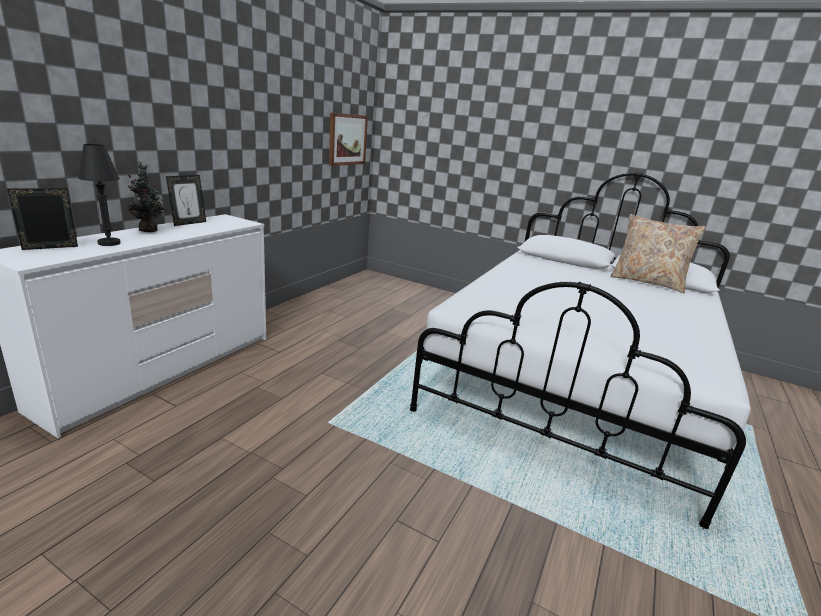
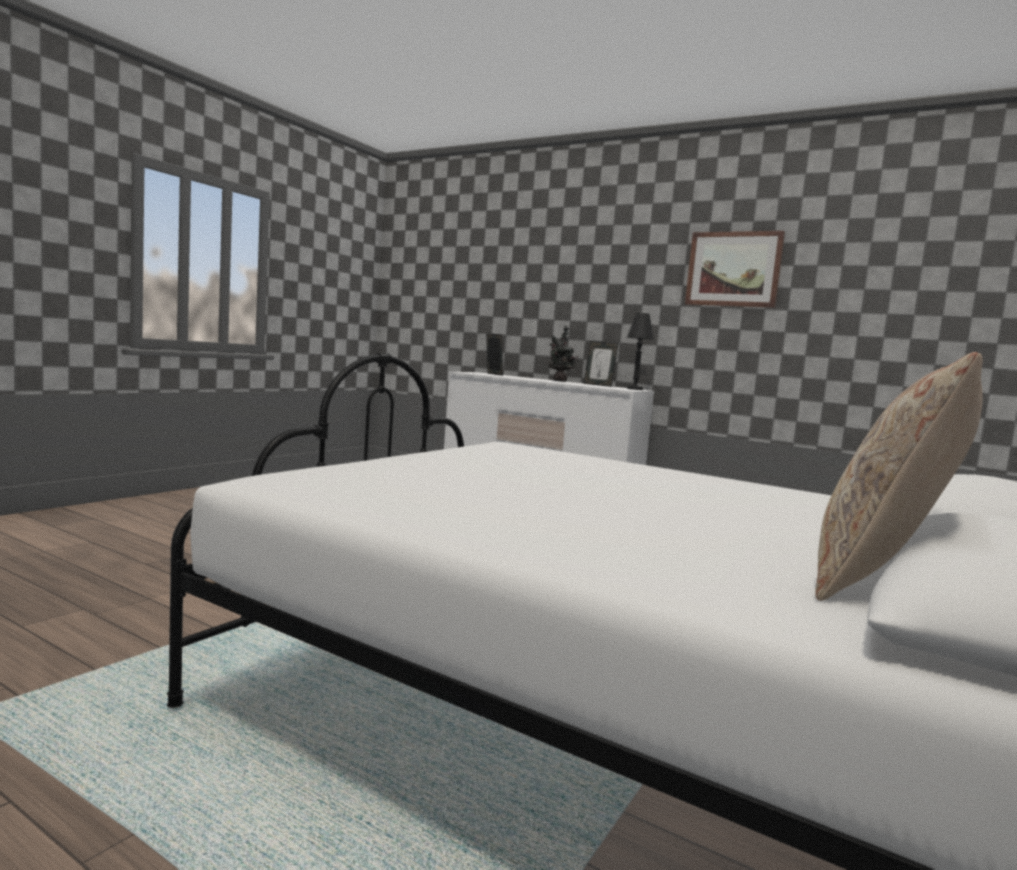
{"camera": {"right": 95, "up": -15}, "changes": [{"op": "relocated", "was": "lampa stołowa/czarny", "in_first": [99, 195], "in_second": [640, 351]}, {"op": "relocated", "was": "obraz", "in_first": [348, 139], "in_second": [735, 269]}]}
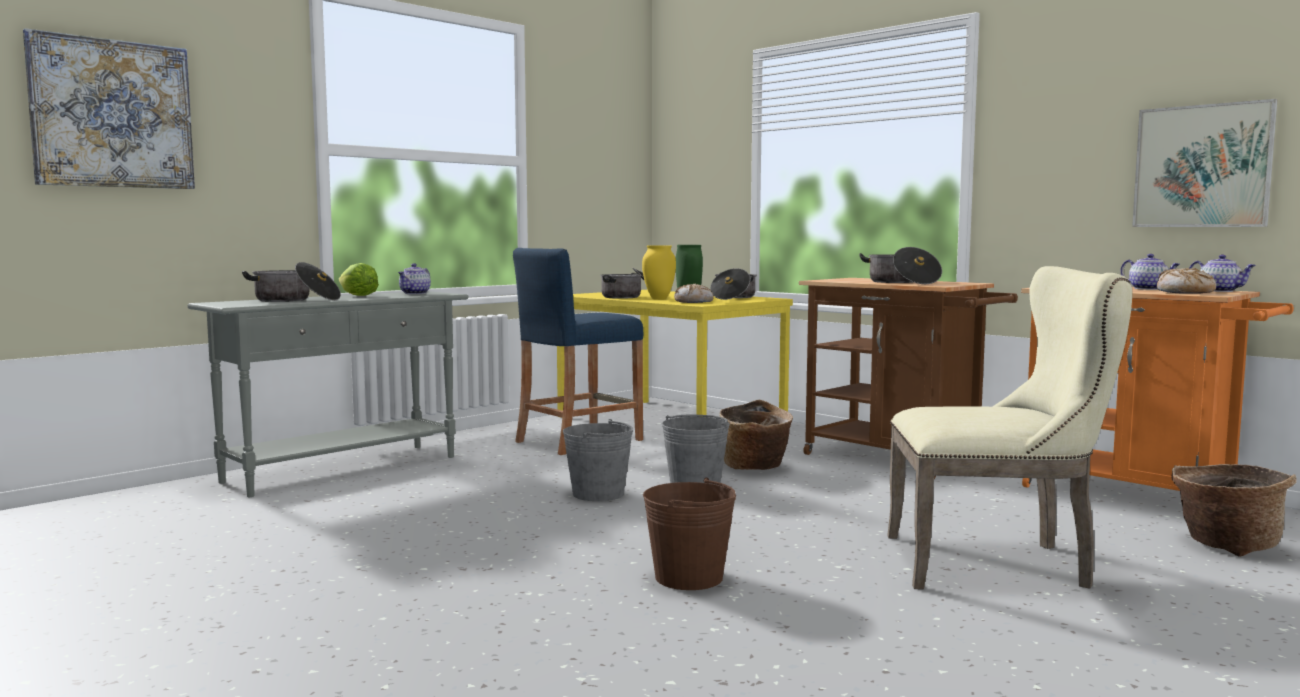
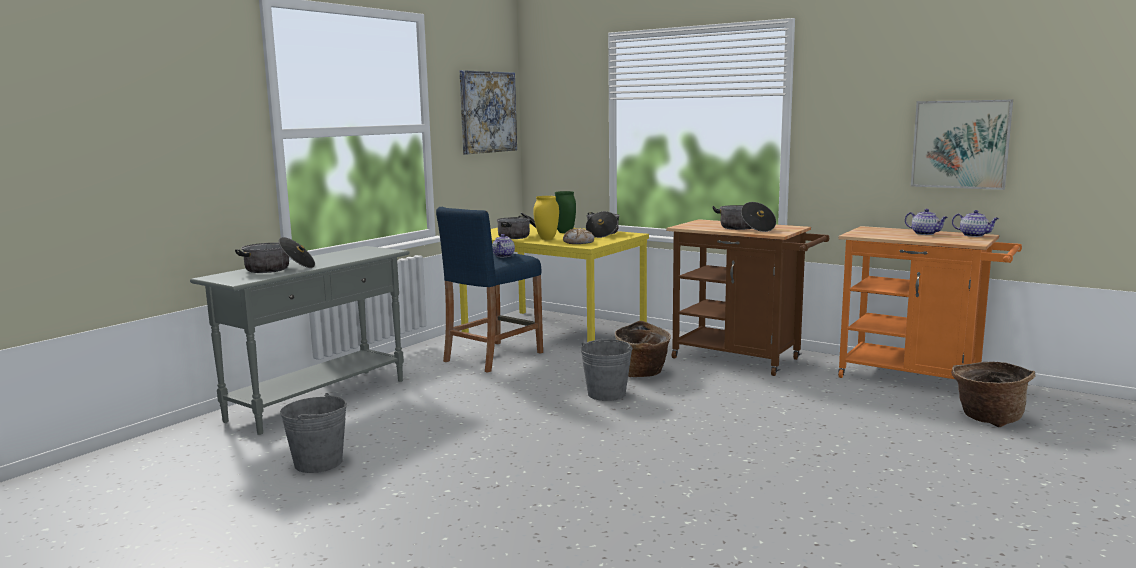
{"camera": {"right": -10, "up": 5}, "changes": [{"op": "relocated", "was": "obraz", "in_first": [109, 108], "in_second": [488, 112]}, {"op": "missing", "was": "sałata", "in_first": [359, 279]}, {"op": "relocated", "was": "imbryk", "in_first": [414, 278], "in_second": [503, 245]}, {"op": "relocated", "was": "wiadro/szary", "in_first": [598, 460], "in_second": [313, 433]}, {"op": "missing", "was": "wiadro/brązowy", "in_first": [689, 534]}, {"op": "missing", "was": "krzesło/beżowy", "in_first": [1009, 428]}, {"op": "missing", "was": "chleb", "in_first": [1186, 281]}]}
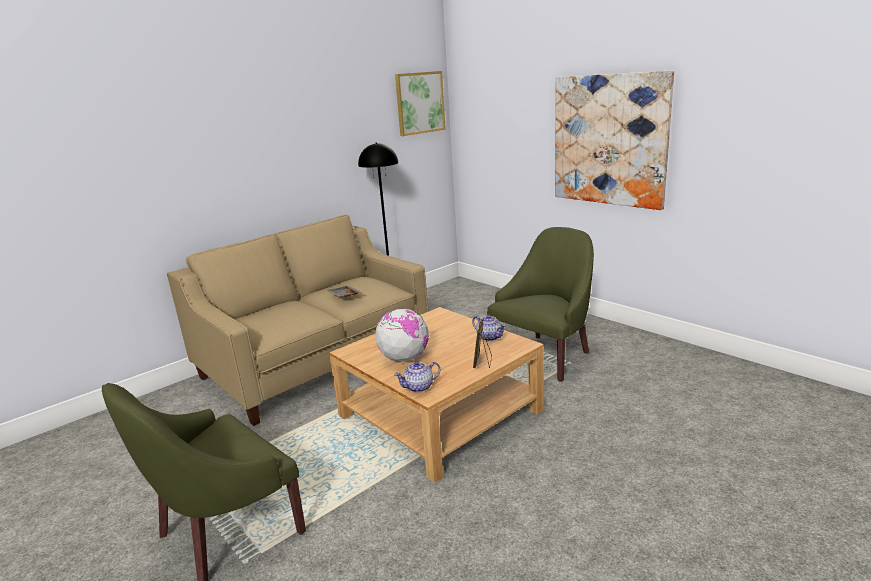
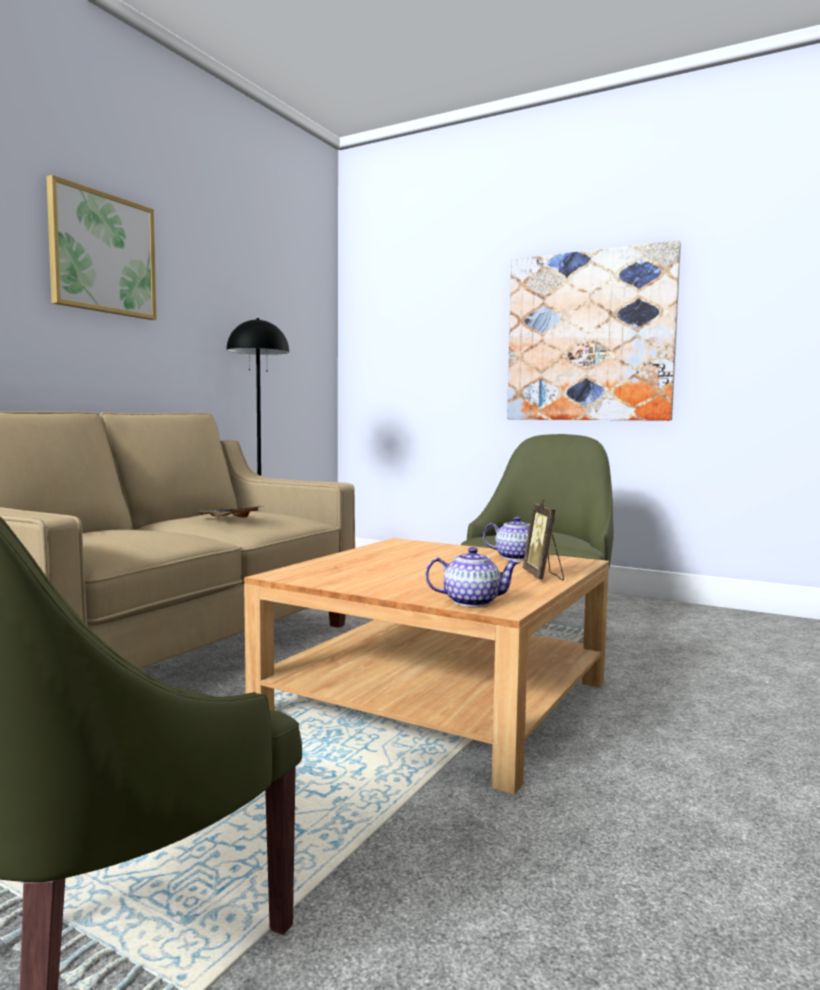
{"camera": {"right": -20, "up": -15}, "changes": [{"op": "missing", "was": "globus", "in_first": [402, 335]}, {"op": "spun", "was": "imbryk", "in_first": [417, 377], "in_second": [473, 577], "clockwise": -135}, {"op": "relocated", "was": "obraz", "in_first": [420, 103], "in_second": [101, 247]}]}
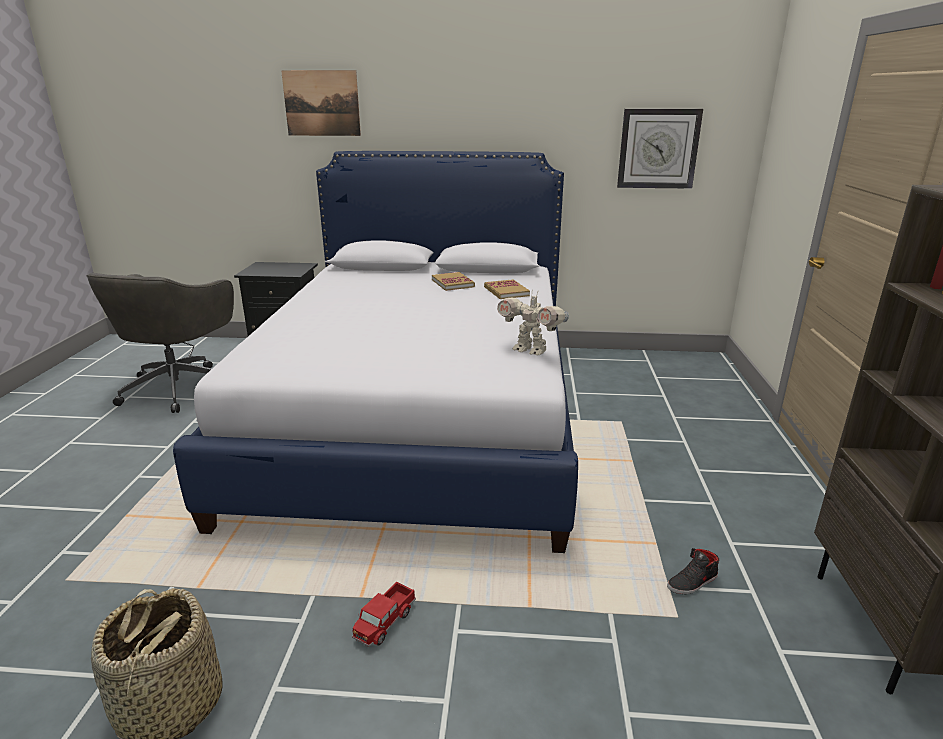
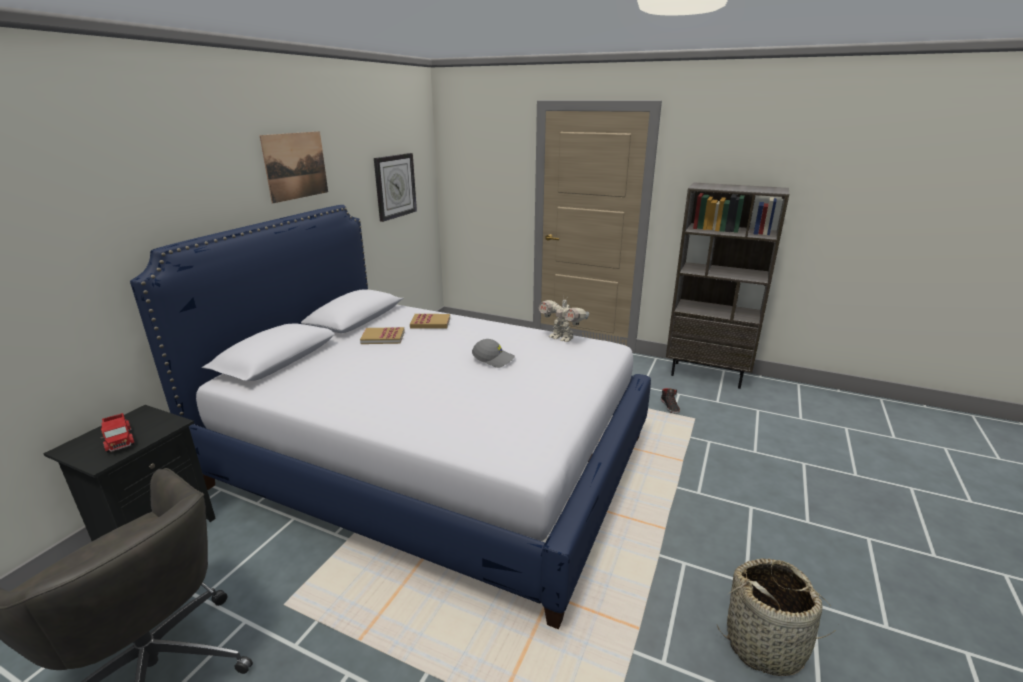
{"camera": {"right": -70, "up": 0}, "changes": [{"op": "relocated", "was": "obraz", "in_first": [321, 103], "in_second": [294, 167]}, {"op": "relocated", "was": "ciężarówka zabawkowa", "in_first": [384, 614], "in_second": [117, 433]}, {"op": "spun", "was": "robot zabawkowy", "in_first": [533, 323], "in_second": [564, 318], "clockwise": 75}, {"op": "appeared", "now": "czapka z daszkiem/szary", "in_second": [493, 353]}]}
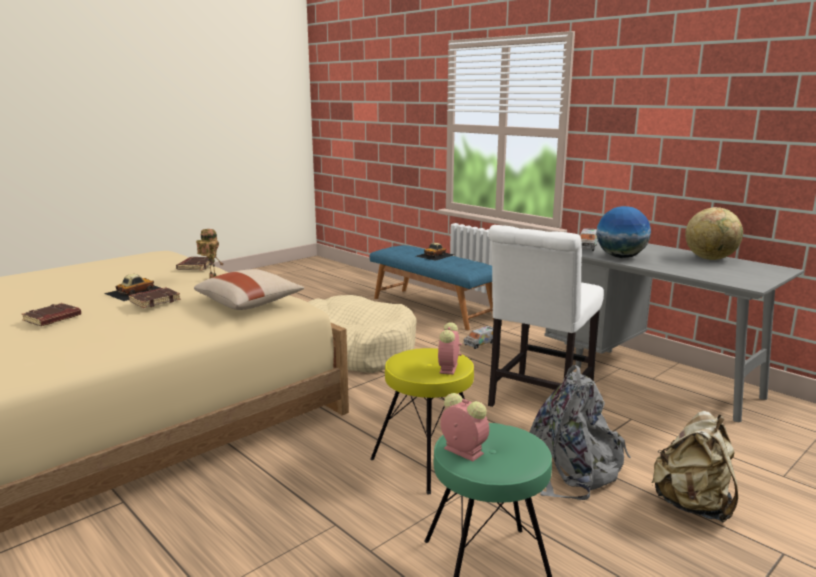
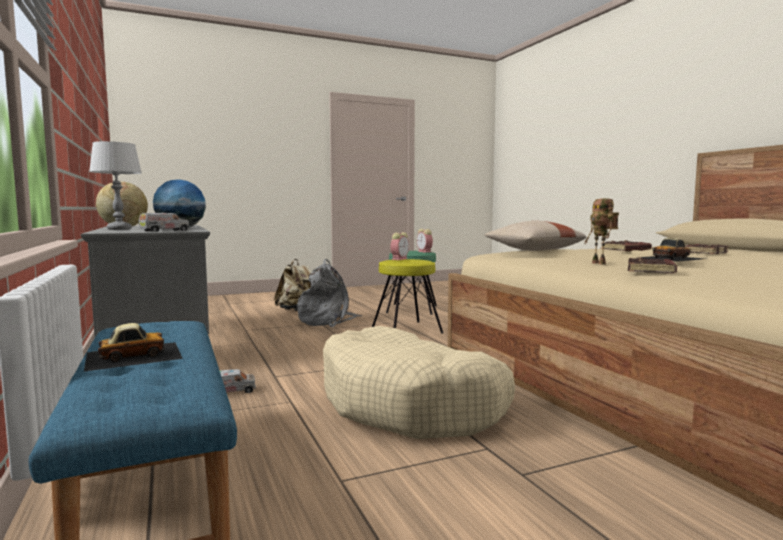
{"camera": {"right": -160, "up": -10}, "changes": [{"op": "missing", "was": "krzesło/biały", "in_first": [546, 316]}, {"op": "appeared", "now": "lampa stołowa/szary", "in_second": [115, 185]}]}
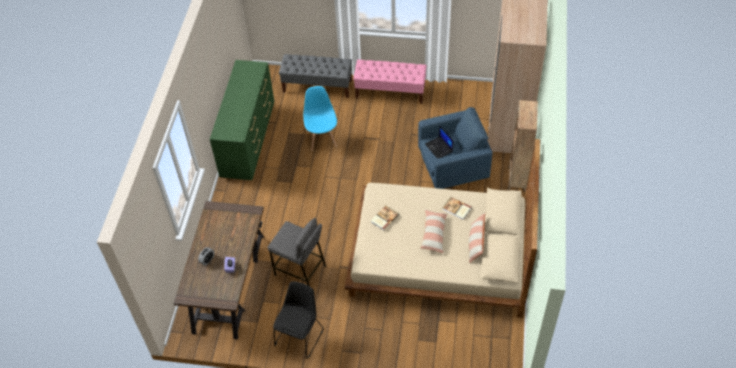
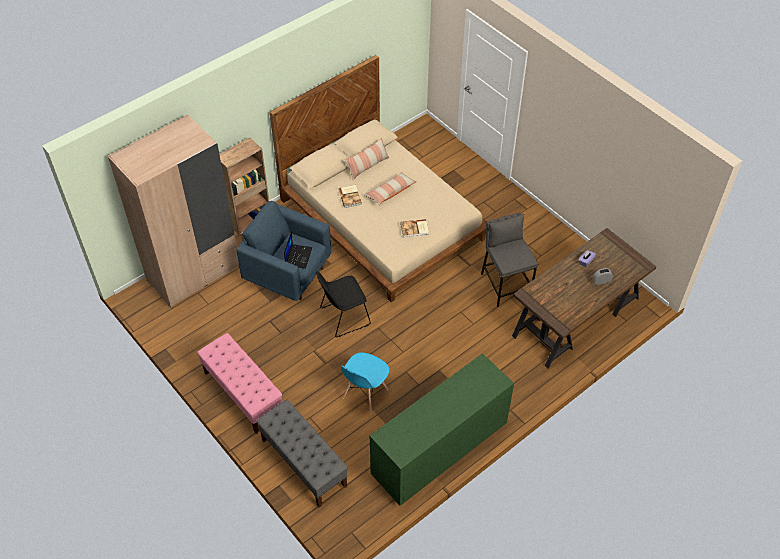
{"camera": {"right": -140, "up": 0}, "changes": [{"op": "relocated", "was": "krzesło/czarny", "in_first": [298, 320], "in_second": [343, 304]}]}
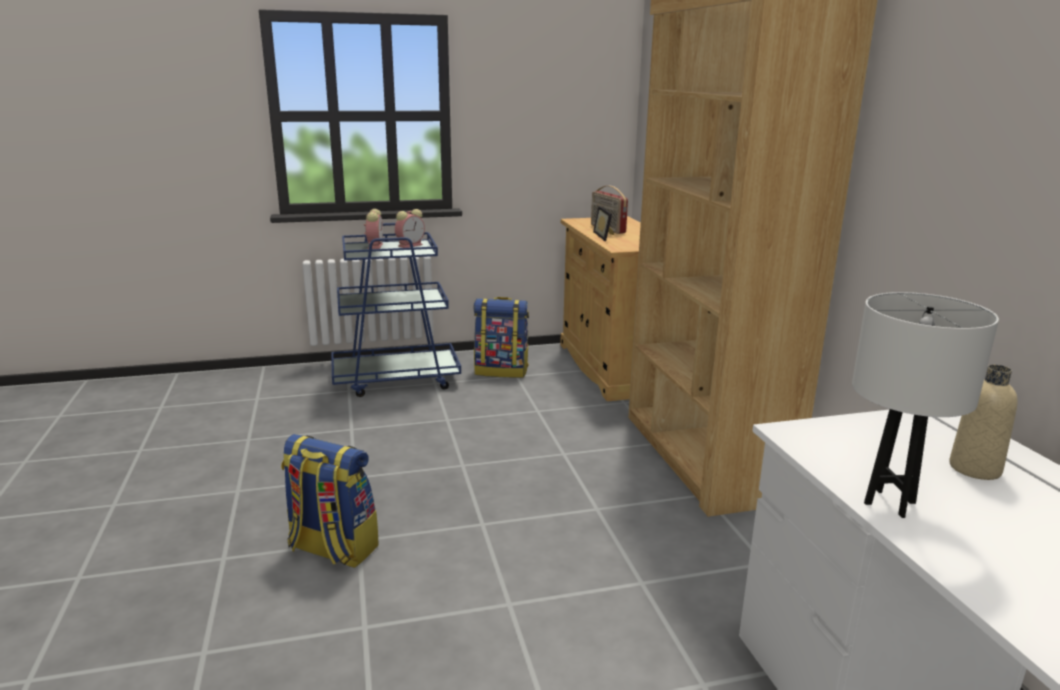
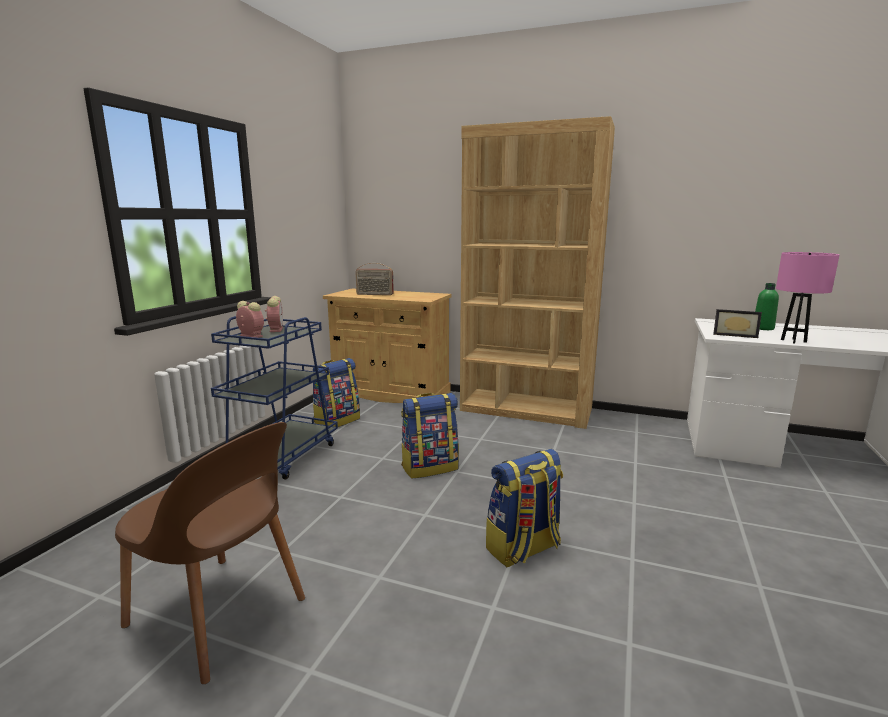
{"camera": {"right": -55, "up": -5}, "changes": [{"op": "relocated", "was": "ramka na zdjęcie", "in_first": [603, 223], "in_second": [737, 323]}, {"op": "colour", "was": "lampa stołowa/biały", "now": "lampa stołowa/różowy", "in_first": [925, 405], "in_second": [807, 297]}, {"op": "colour", "was": "butelka/beżowy", "now": "butelka/zielony", "in_first": [983, 422], "in_second": [767, 306]}, {"op": "appeared", "now": "krzesło/brązowy", "in_second": [210, 553]}, {"op": "appeared", "now": "plecak", "in_second": [430, 436]}]}
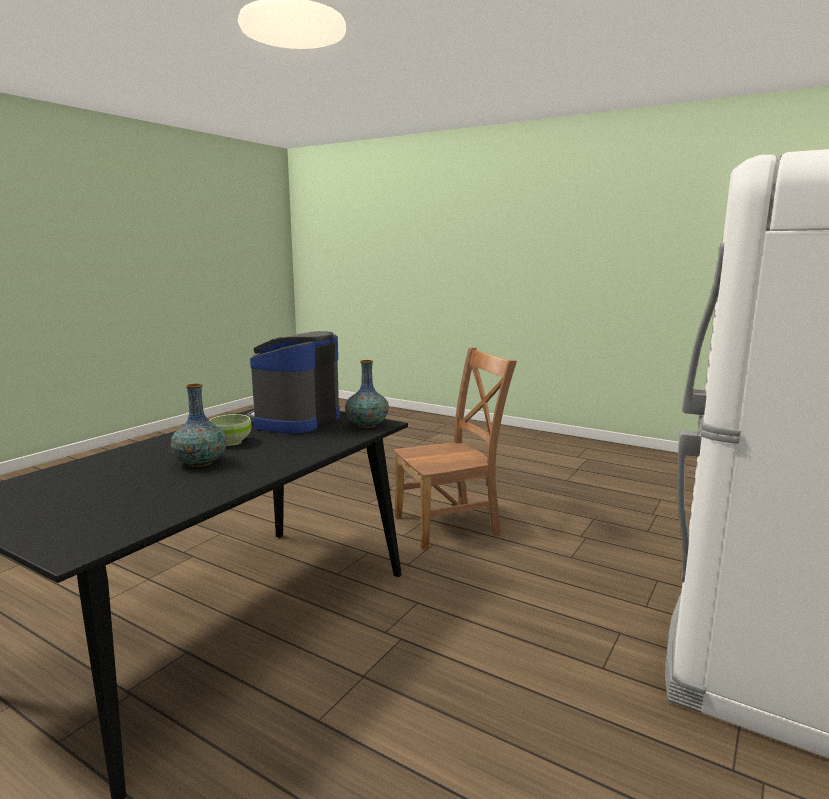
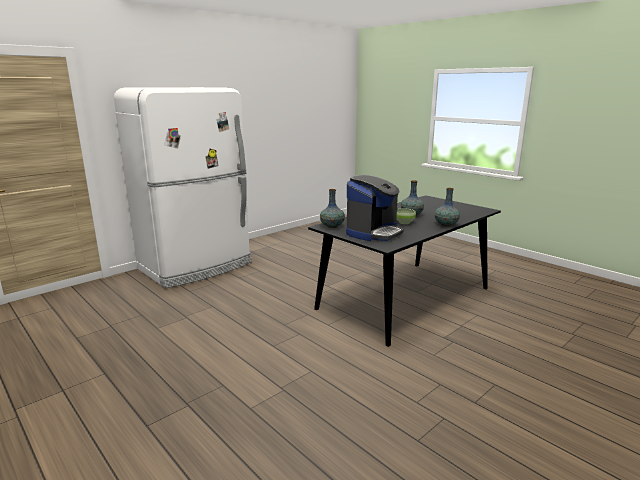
{"camera": {"right": -165, "up": 5}, "changes": [{"op": "missing", "was": "krzesło/brązowy", "in_first": [455, 448]}, {"op": "appeared", "now": "wazon", "in_second": [447, 207]}]}
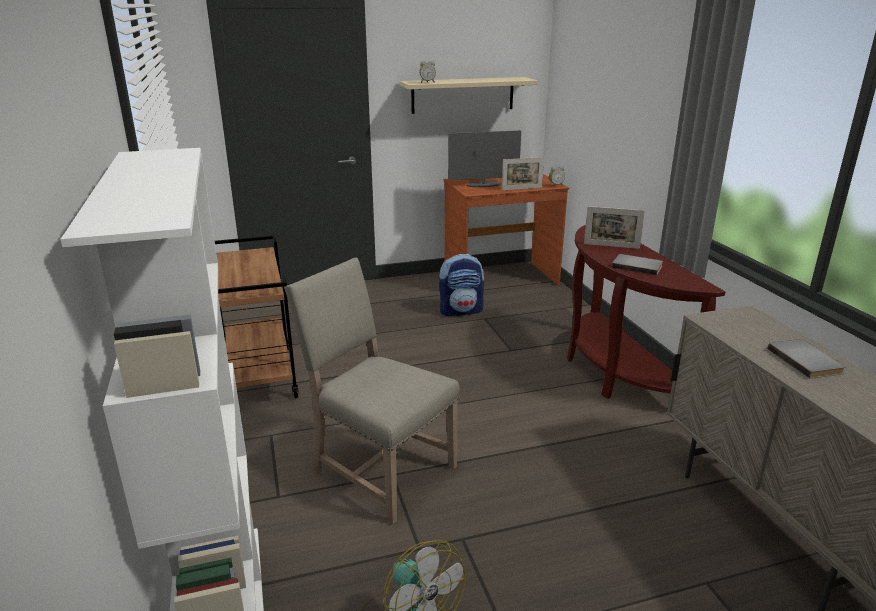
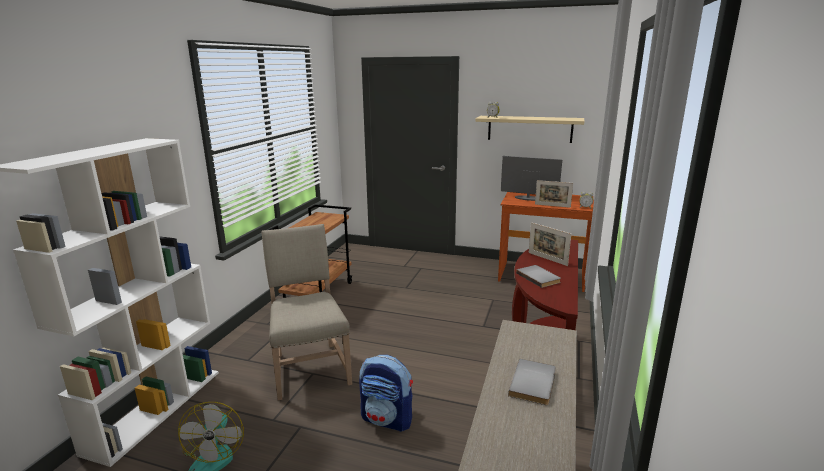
{"camera": {"right": 35, "up": -5}, "changes": [{"op": "relocated", "was": "plecak", "in_first": [461, 285], "in_second": [386, 393]}]}
